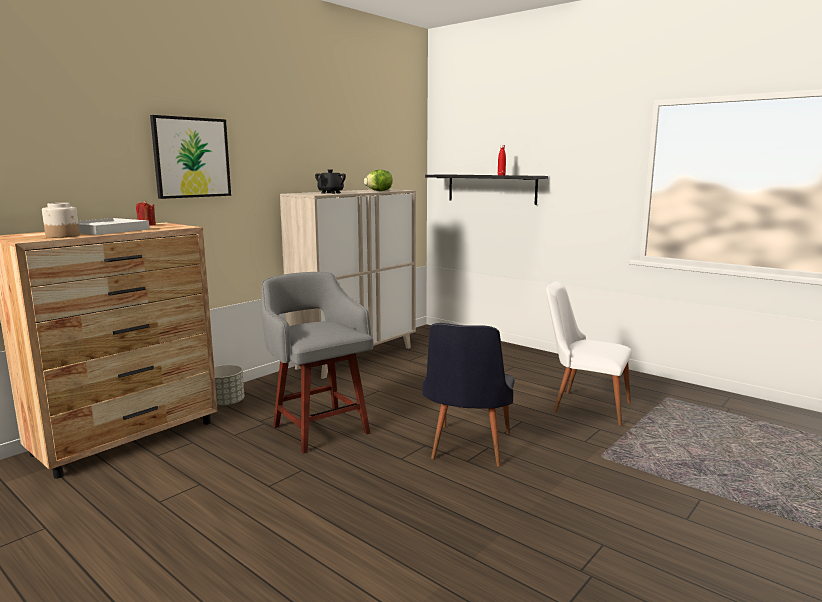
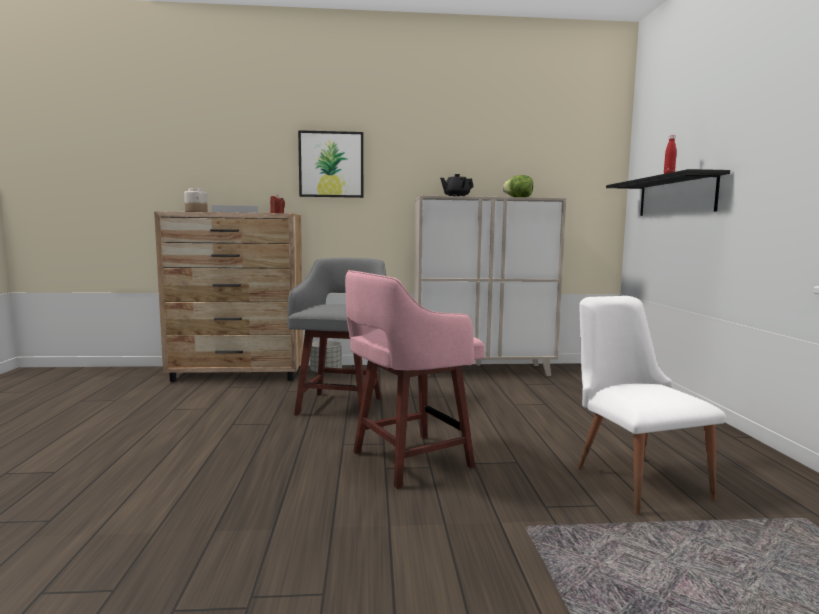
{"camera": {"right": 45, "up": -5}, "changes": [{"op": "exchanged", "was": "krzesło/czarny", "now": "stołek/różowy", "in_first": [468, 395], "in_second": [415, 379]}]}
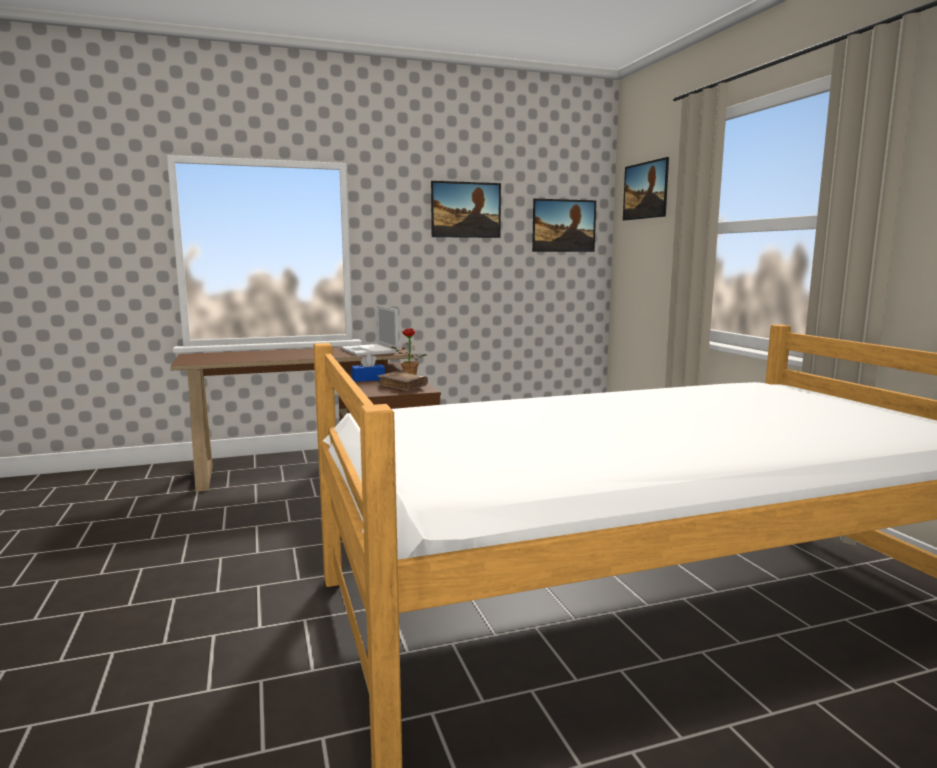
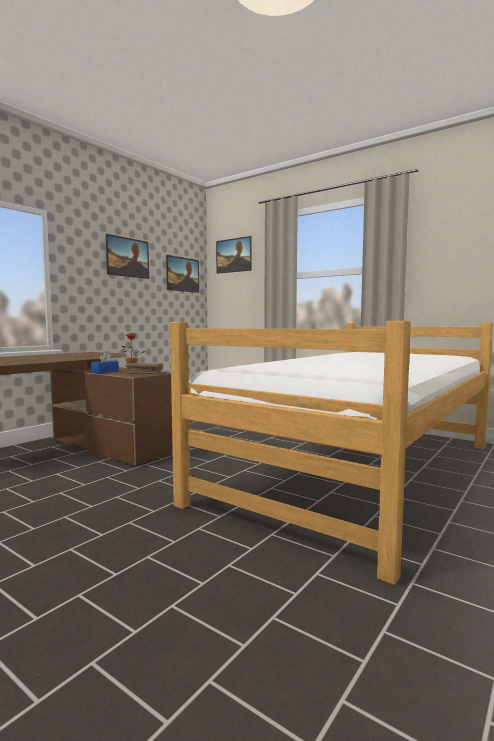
{"camera": {"right": -35, "up": -5}, "changes": [{"op": "missing", "was": "laptop", "in_first": [370, 330]}]}
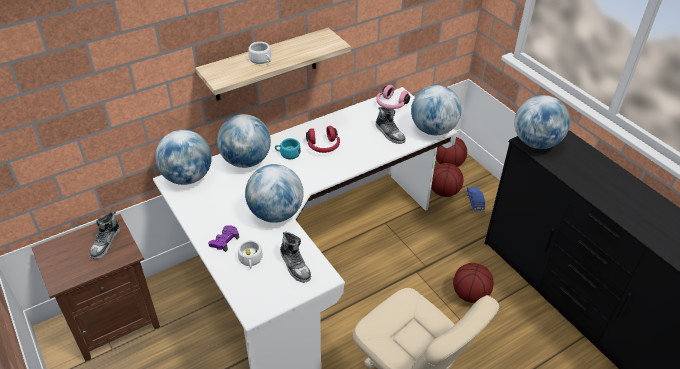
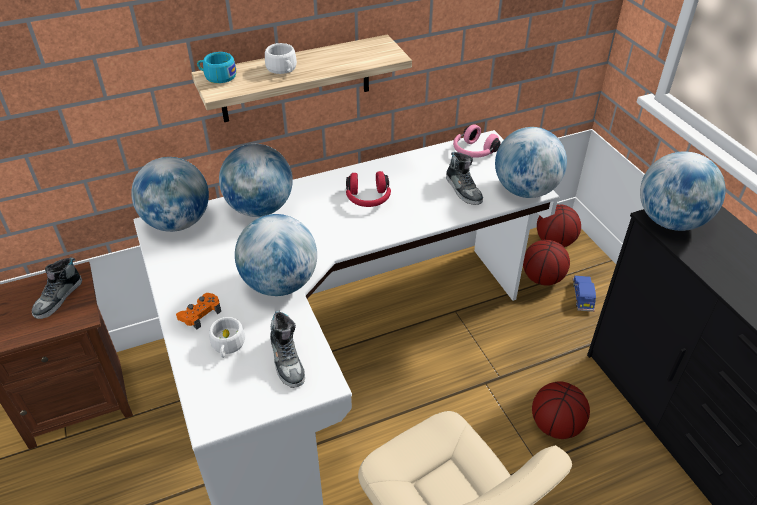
{"camera": {"right": 10, "up": 0}, "changes": [{"op": "colour", "was": "pad do gier/fioletowy", "now": "pad do gier/pomarańczowy", "in_first": [223, 238], "in_second": [198, 311]}, {"op": "relocated", "was": "filiżanka/turkusowy", "in_first": [288, 148], "in_second": [217, 67]}]}
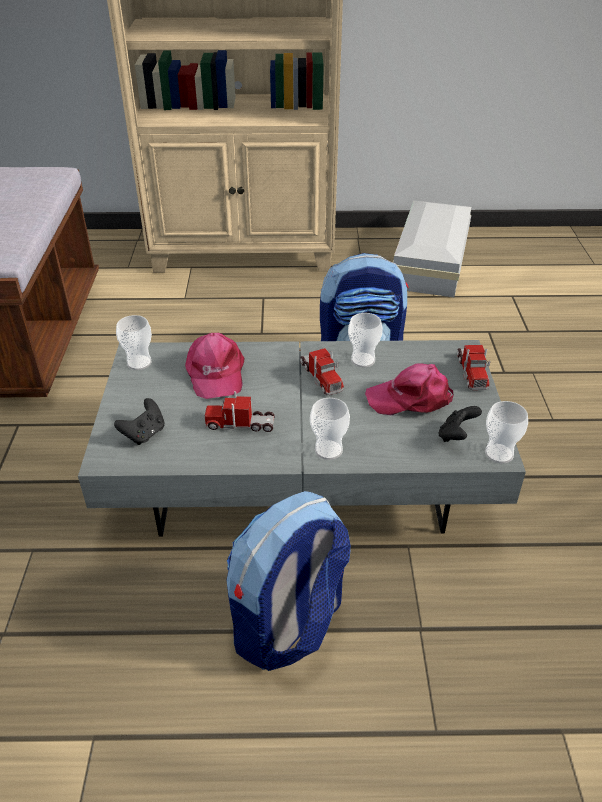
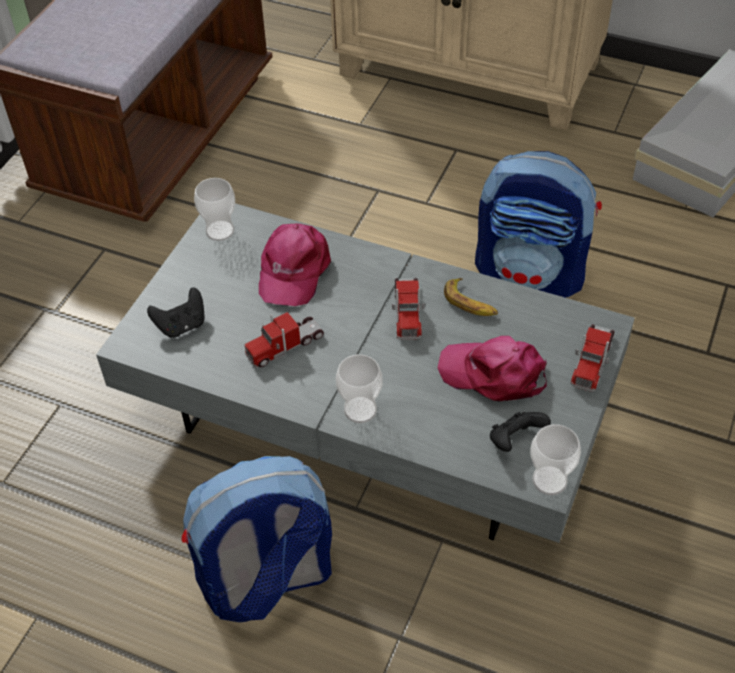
{"camera": {"right": 25, "up": 10}, "changes": [{"op": "spun", "was": "ciężarówka zabawkowa", "in_first": [239, 411], "in_second": [284, 340], "clockwise": -60}, {"op": "exchanged", "was": "filiżanka", "now": "banan", "in_first": [365, 340], "in_second": [471, 297]}]}
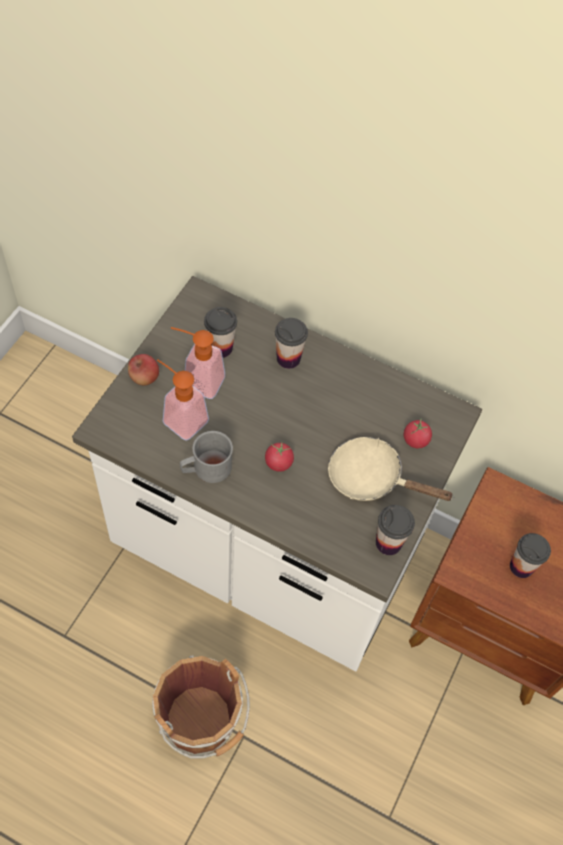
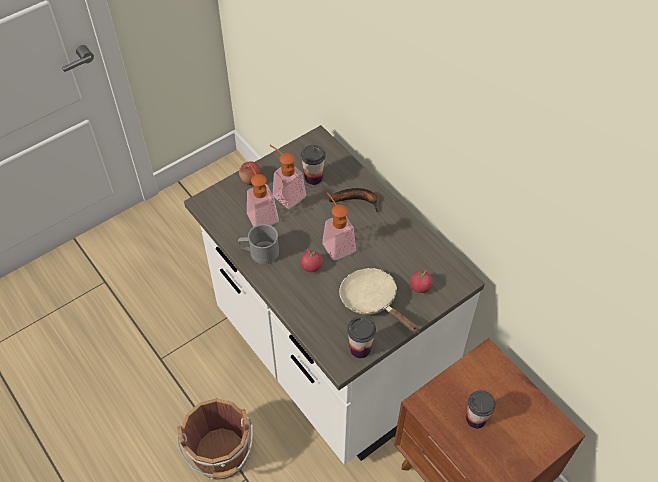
{"camera": {"right": 30, "up": -5}, "changes": [{"op": "exchanged", "was": "filiżanka", "now": "banan", "in_first": [291, 343], "in_second": [354, 200]}, {"op": "appeared", "now": "dozownik mydła", "in_second": [339, 226]}]}
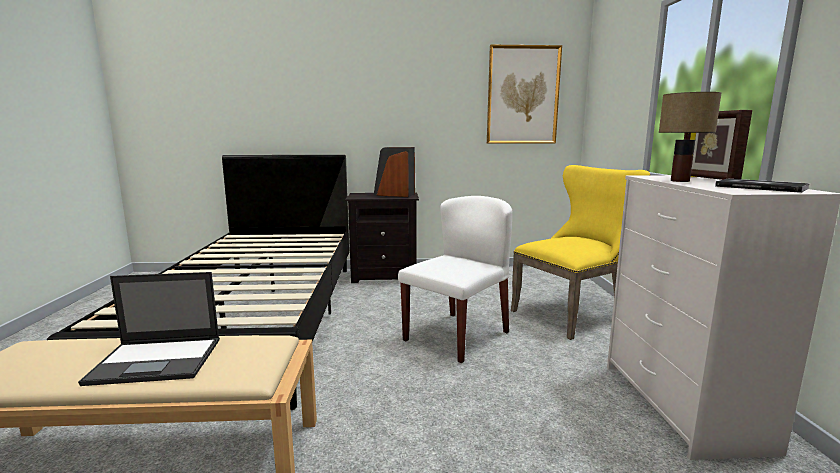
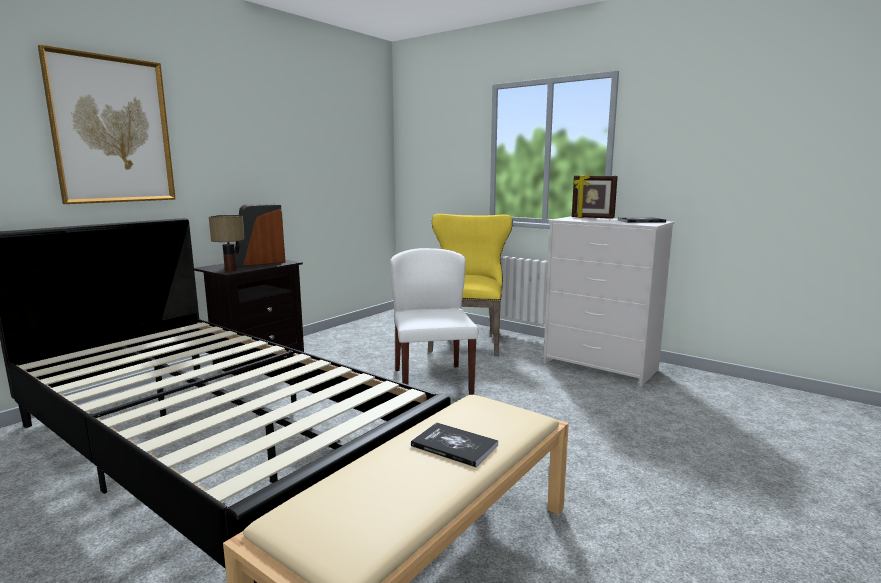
{"camera": {"right": -50, "up": 0}, "changes": [{"op": "exchanged", "was": "laptop", "now": "książka", "in_first": [149, 329], "in_second": [455, 444]}, {"op": "relocated", "was": "obraz", "in_first": [524, 94], "in_second": [107, 124]}, {"op": "relocated", "was": "lampa stołowa", "in_first": [690, 137], "in_second": [227, 243]}]}
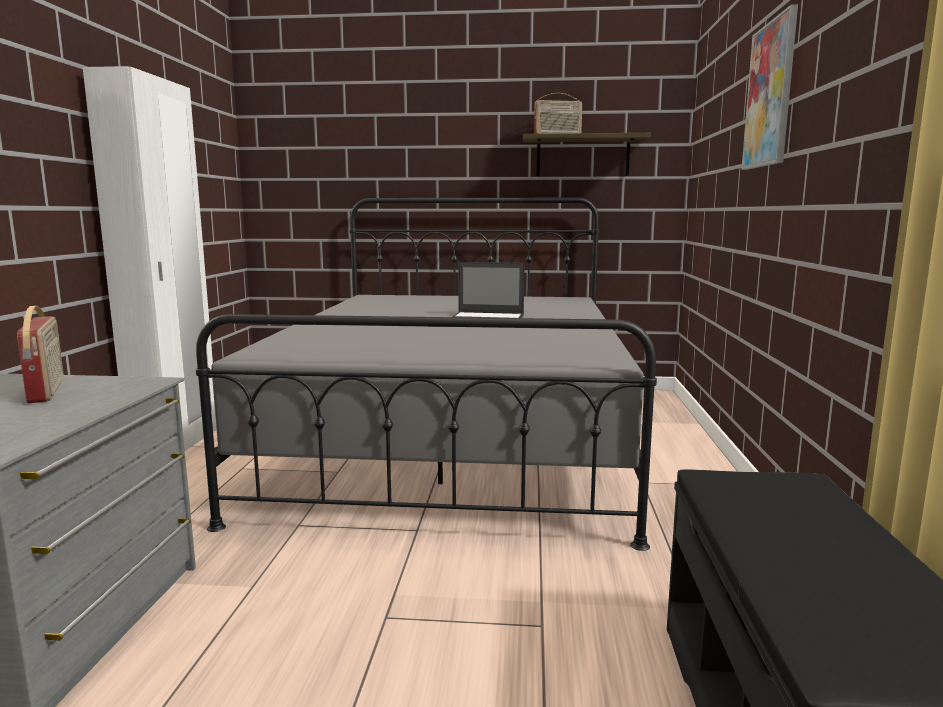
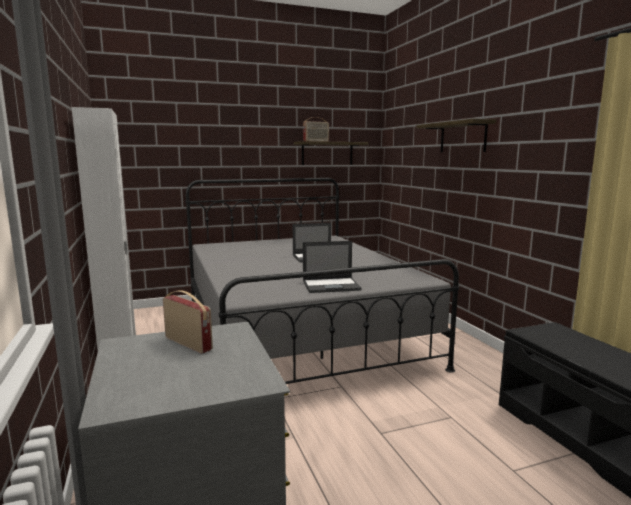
{"camera": {"right": -25, "up": 0}, "changes": [{"op": "exchanged", "was": "obraz", "now": "półka", "in_first": [769, 87], "in_second": [456, 136]}, {"op": "appeared", "now": "laptop", "in_second": [332, 267]}]}
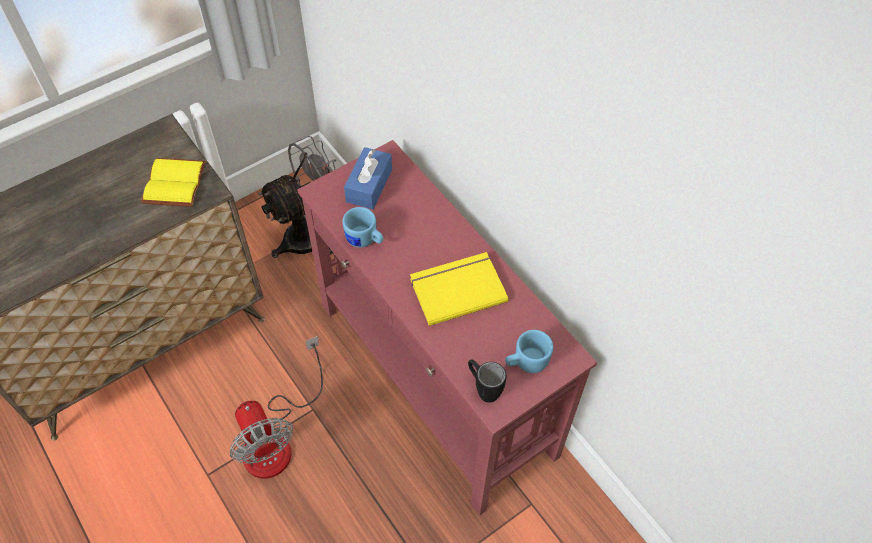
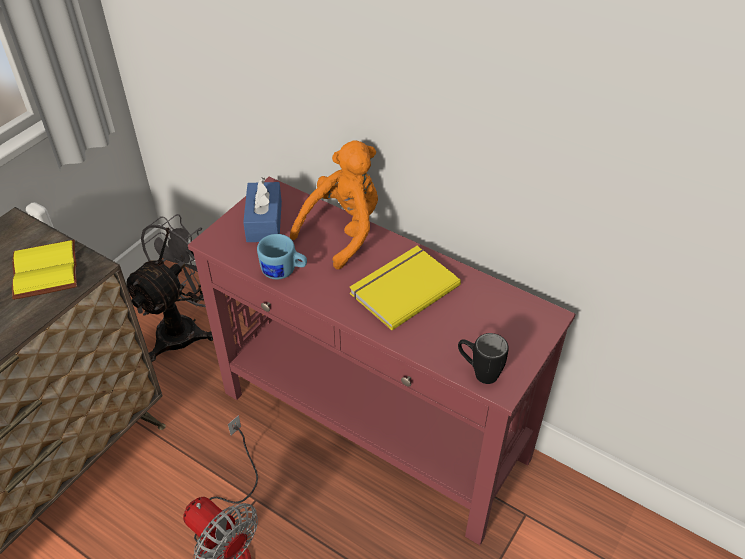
{"camera": {"right": -20, "up": -10}, "changes": [{"op": "missing", "was": "kubek/niebieski", "in_first": [529, 351]}, {"op": "appeared", "now": "pluszak/pomarańczowy", "in_second": [334, 204]}]}
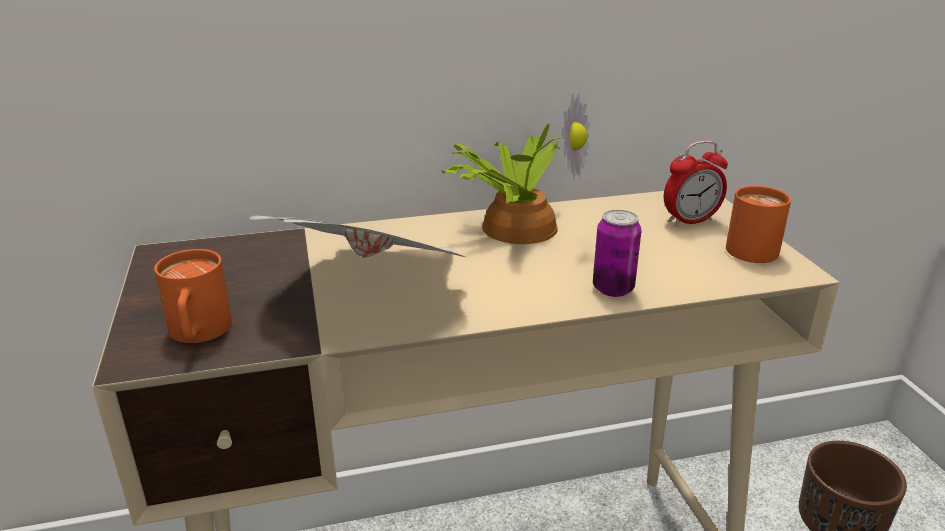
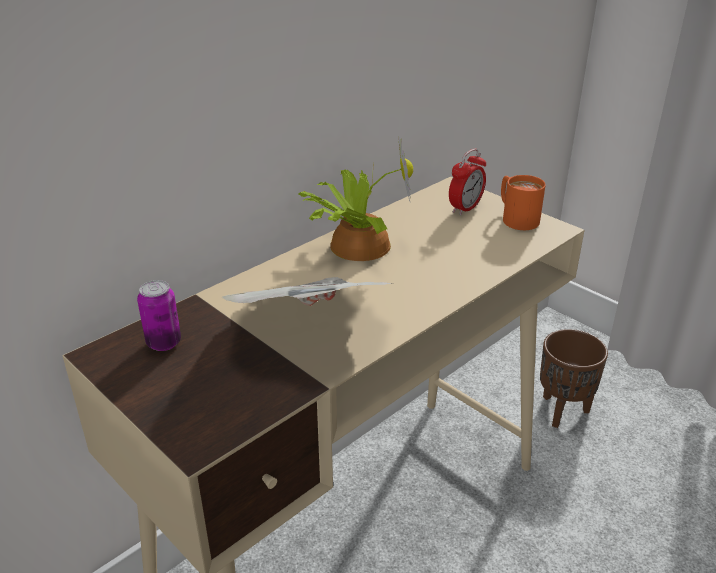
{"camera": {"right": -30, "up": 5}, "changes": [{"op": "missing", "was": "kubek/pomarańczowy", "in_first": [193, 296]}, {"op": "relocated", "was": "puszka", "in_first": [617, 253], "in_second": [159, 315]}]}
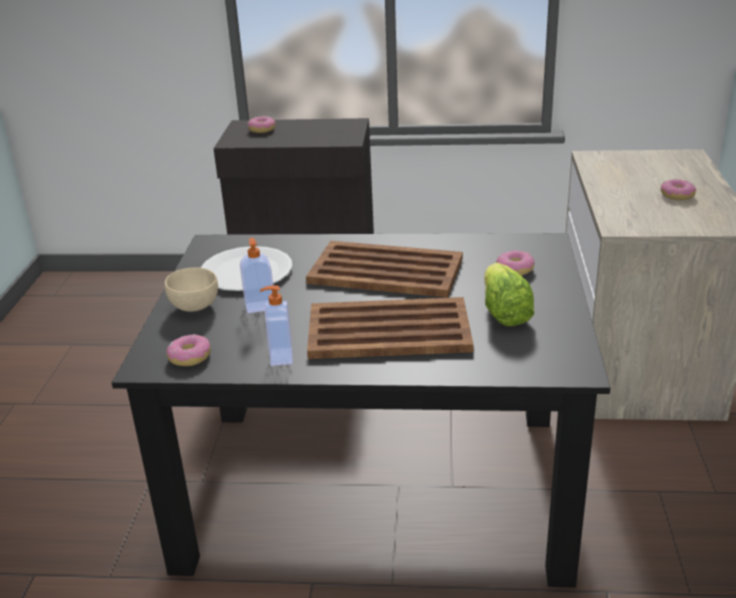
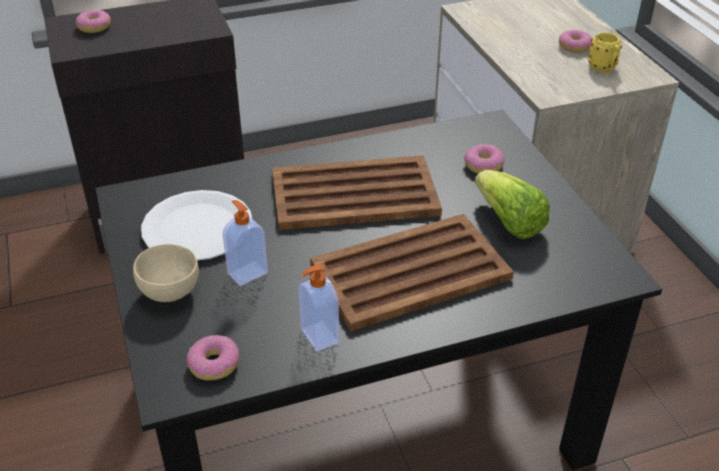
{"camera": {"right": -25, "up": 10}, "changes": [{"op": "appeared", "now": "kubek/żółty", "in_second": [605, 54]}]}
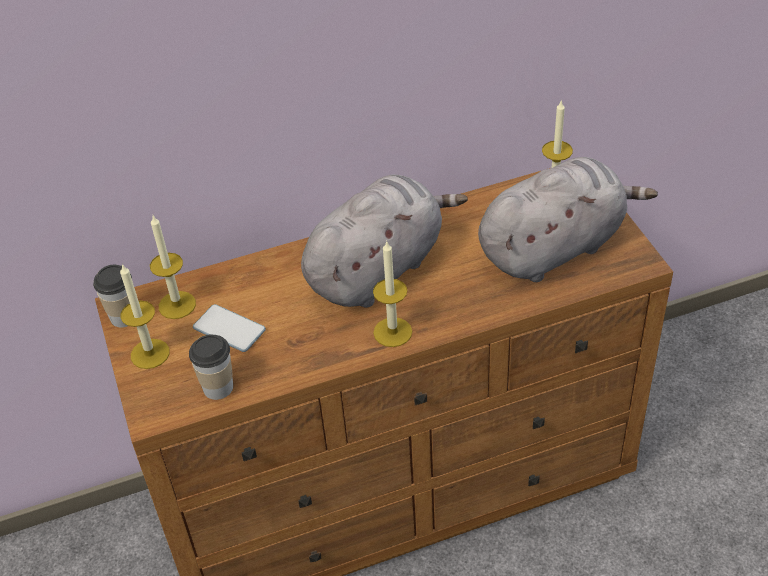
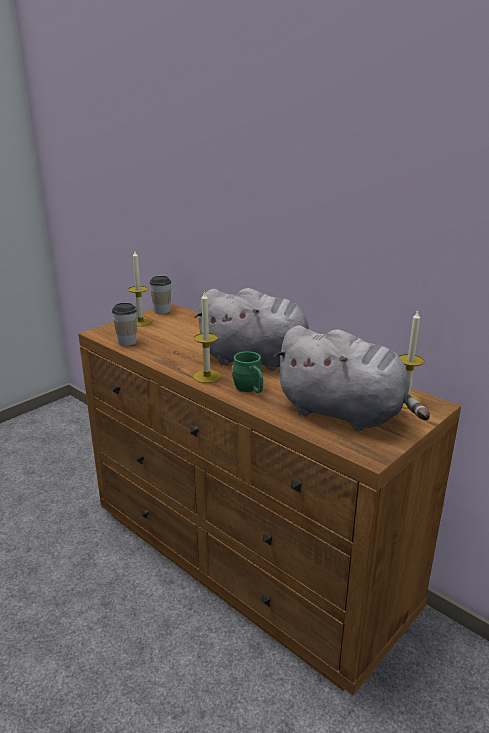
{"camera": {"right": 60, "up": -20}, "changes": [{"op": "missing", "was": "świeca", "in_first": [173, 267]}, {"op": "missing", "was": "telefon", "in_first": [229, 328]}, {"op": "appeared", "now": "kubek/zielony", "in_second": [247, 372]}]}
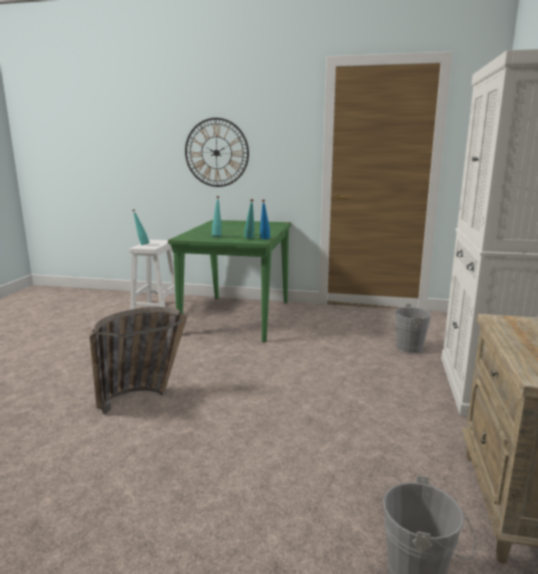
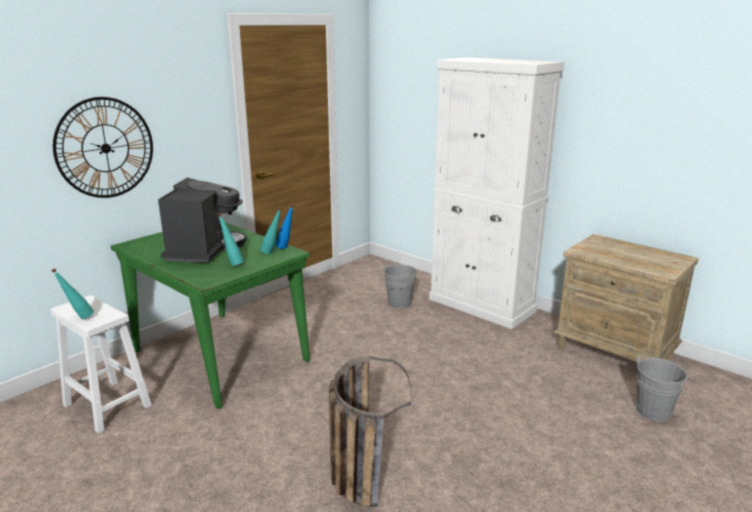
{"camera": {"right": -60, "up": 5}, "changes": [{"op": "appeared", "now": "ekspres do kawy", "in_second": [202, 220]}]}
